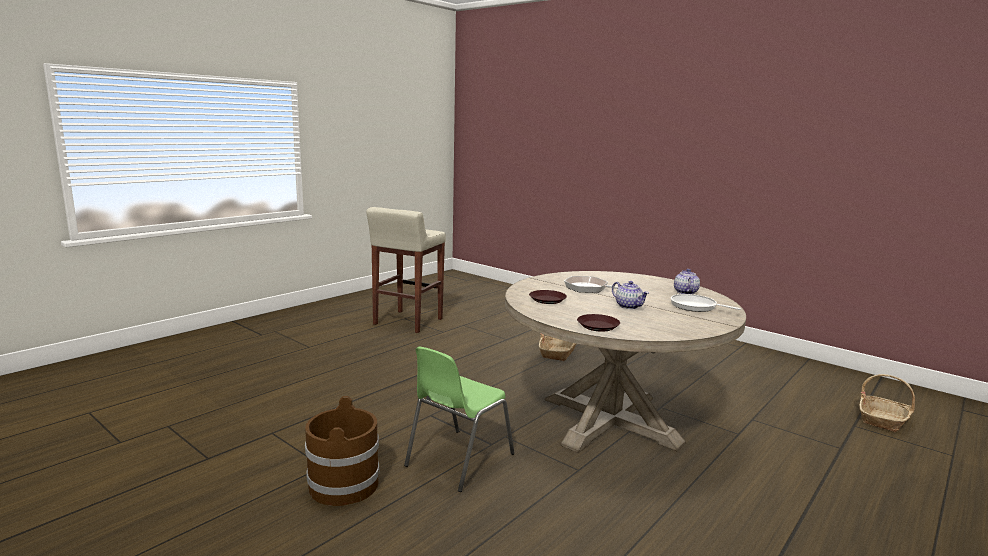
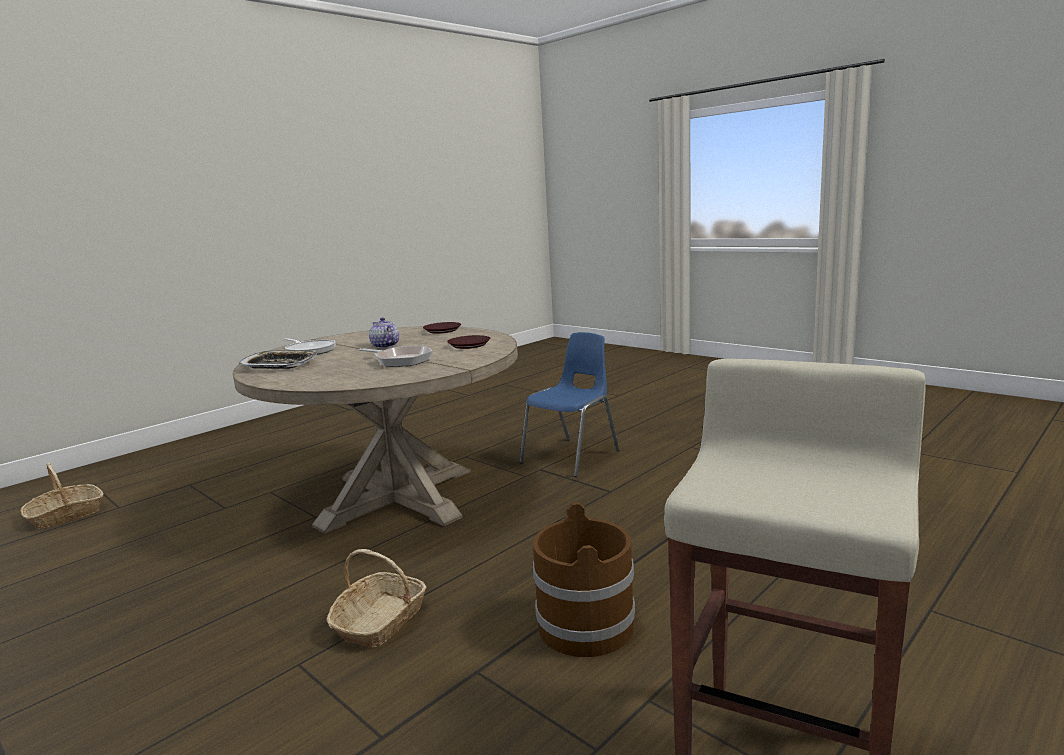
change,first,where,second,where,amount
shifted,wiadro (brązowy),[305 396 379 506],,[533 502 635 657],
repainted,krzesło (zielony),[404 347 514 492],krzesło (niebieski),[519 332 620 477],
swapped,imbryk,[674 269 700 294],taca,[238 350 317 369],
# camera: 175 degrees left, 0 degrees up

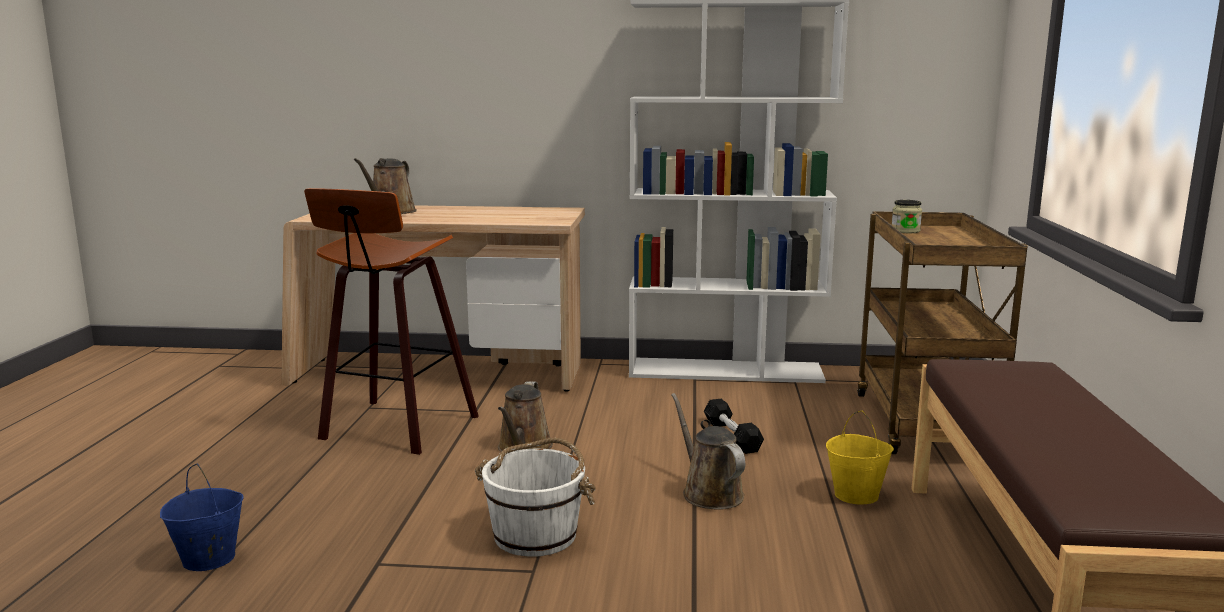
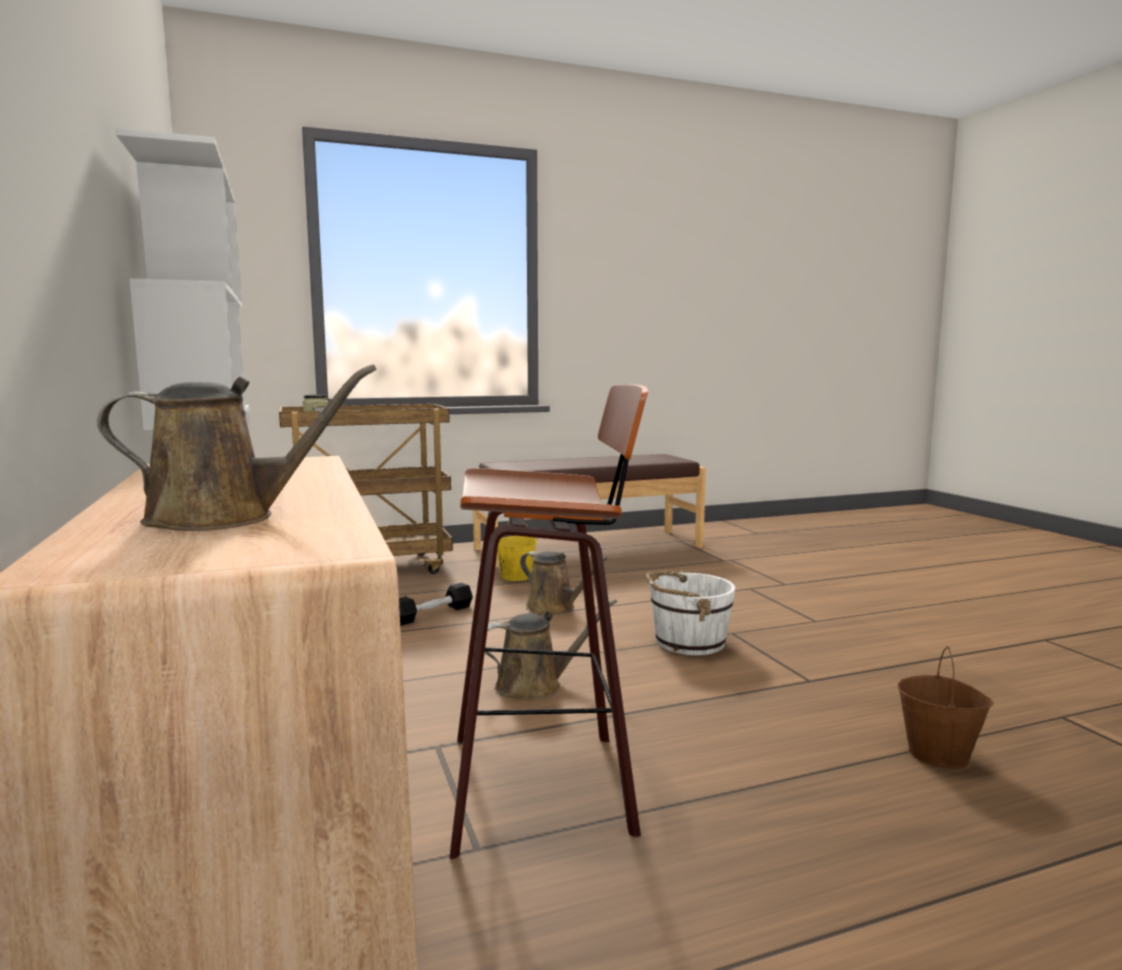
change,first,where,second,where,amount
repainted,wiadro (niebieski),[160 464 244 571],wiadro (brązowy),[897 646 994 769],
rotated,konewka (brązowy),[671 393 745 509],,[520 551 607 615],90 degrees counterclockwise
# camera: 115 degrees left, 5 degrees down

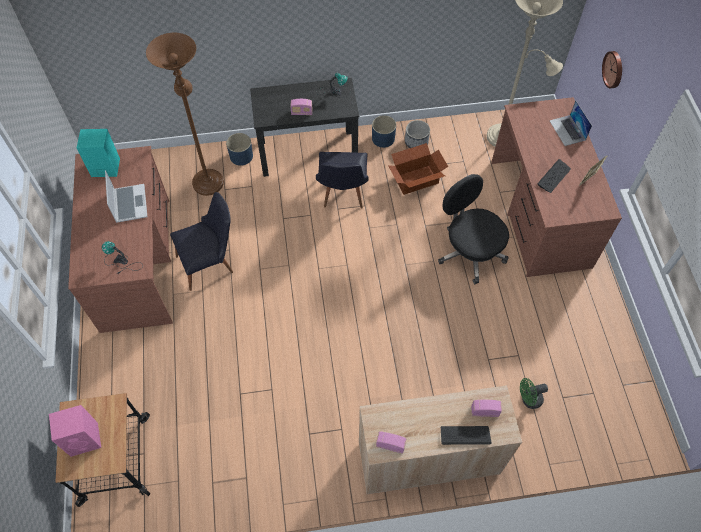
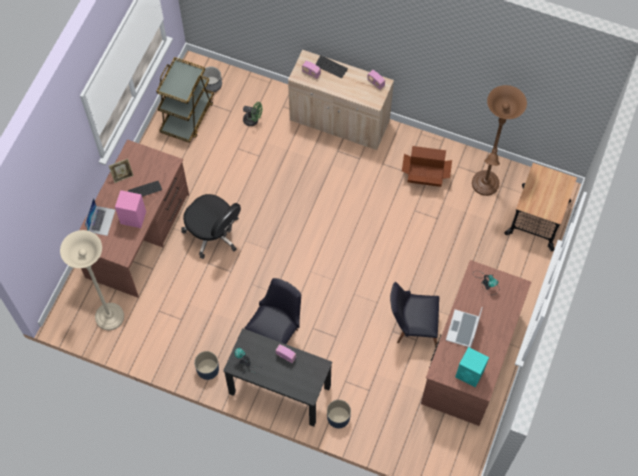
change,first,where,second,where,amount
shifted,głośnik (różowy),[49 405 101 457],,[115 190 146 228],
shifted,lampa stojąca (brązowy),[146 33 224 196],,[472 85 527 196],
shifted,karton,[388 143 448 195],,[402 146 452 187],
shifted,donica,[405 120 430 148],,[202 66 222 93],
rotated,krzesło biurowe (czarny),[438 174 509 284],,[181 194 241 259],45 degrees counterclockwise
gone,zegar ścienny,[602 51 622 88],,,
new,,,wózek (brązowy),[156 57 214 143],
# camera: 150 degrees left, 5 degrees up

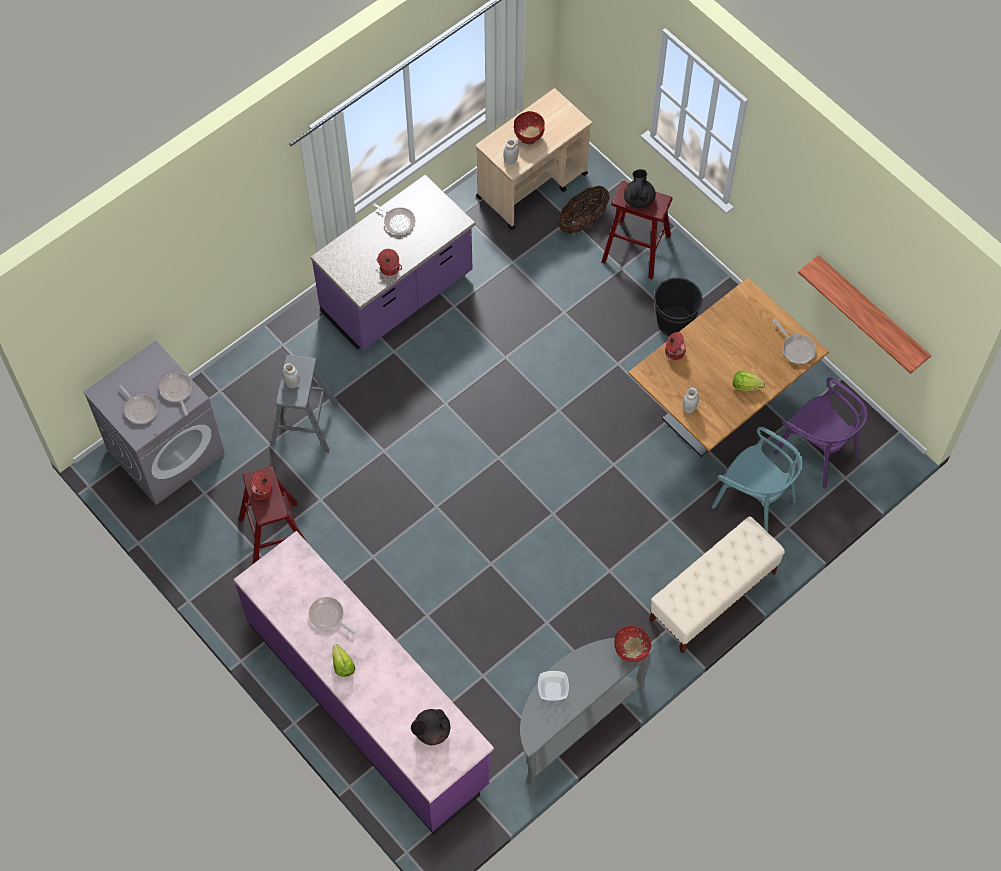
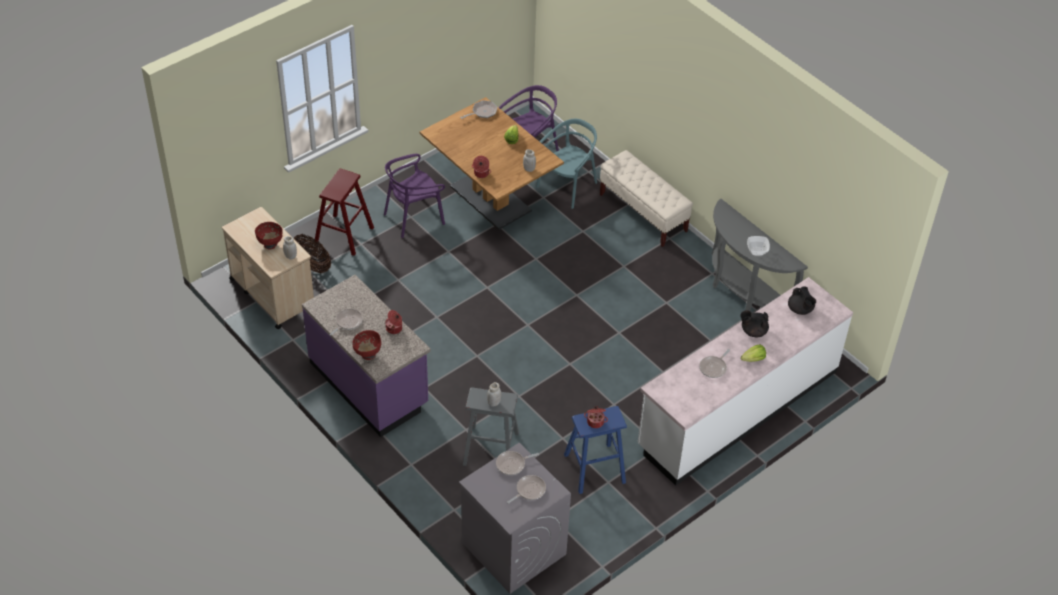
change,first,where,second,where,amount
repainted,zabudowa kuchenna (fioletowy),[234 531 494 835],zabudowa kuchenna (biały),[638 277 853 485],
repainted,stołek (czerwony),[239 466 308 564],stołek (niebieski),[564 406 627 494],
shifted,miska (czerwony),[614 626 651 662],,[353 330 381 360],
shifted,imbryk (czarny),[624 169 656 208],,[740 310 769 337],
swapped,wiadro (czarny),[654 277 703 336],krzesło (fioletowy),[384 154 445 238],
gone,półka,[798 255 931 374],,,
# camera: 90 degrees left, 15 degrees down

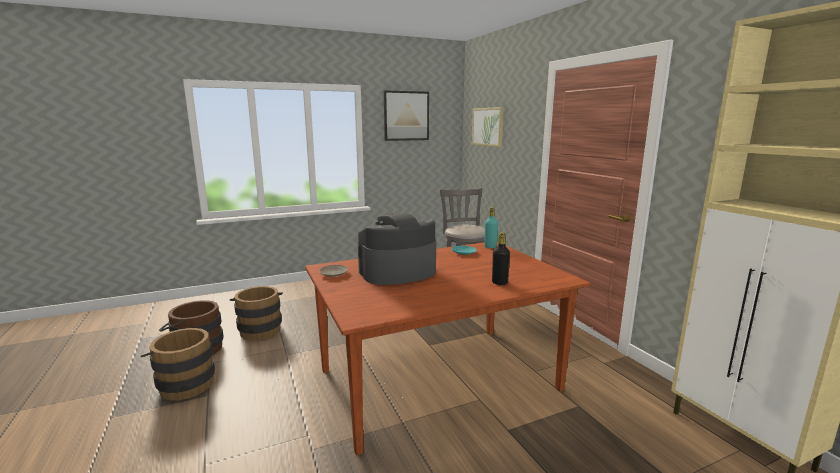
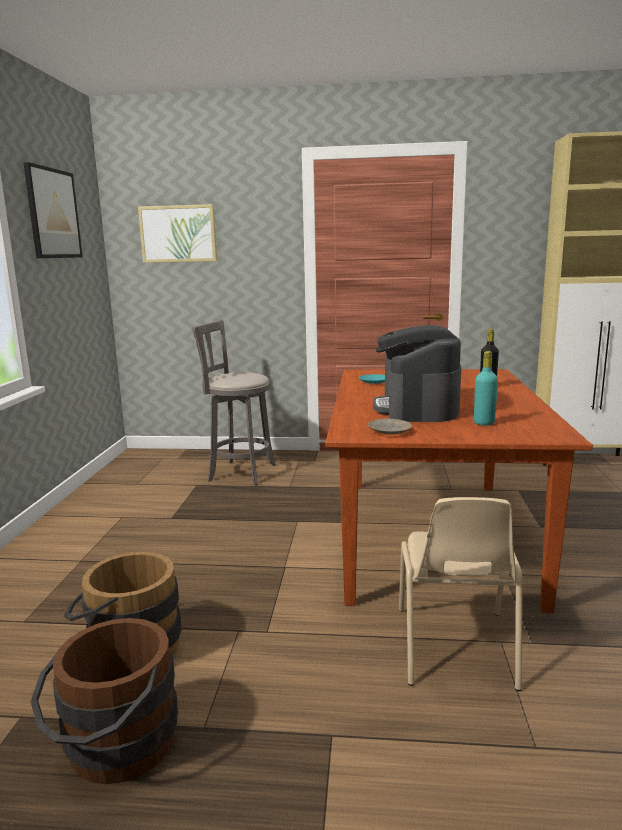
change,first,where,second,where,amount
gone,wiadro (brązowy),[141 328 215 401],,,
shifted,butelka (turkusowy),[484 207 498 248],,[474 351 498 425],
new,,,krzesło (beżowy),[399 497 522 691],
# camera: 60 degrees left, 0 degrees up

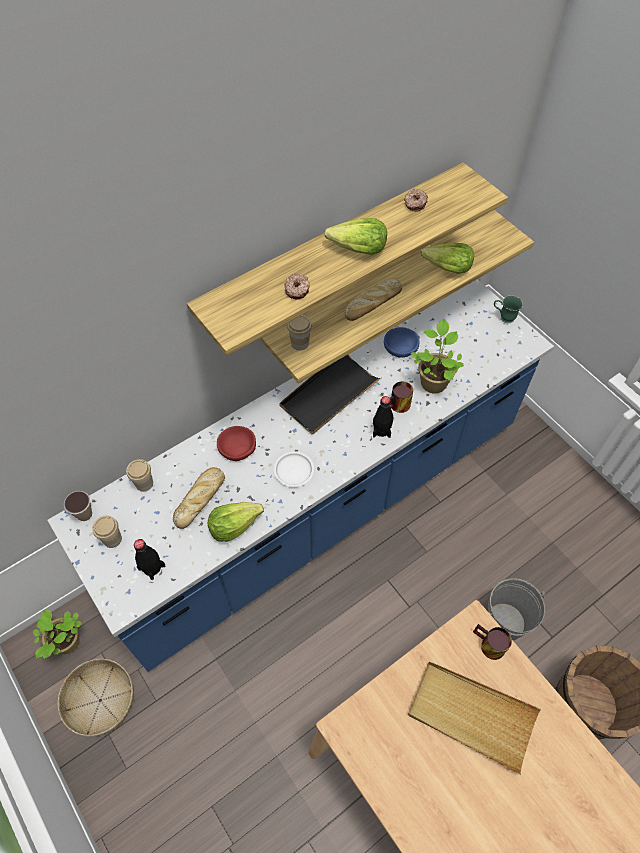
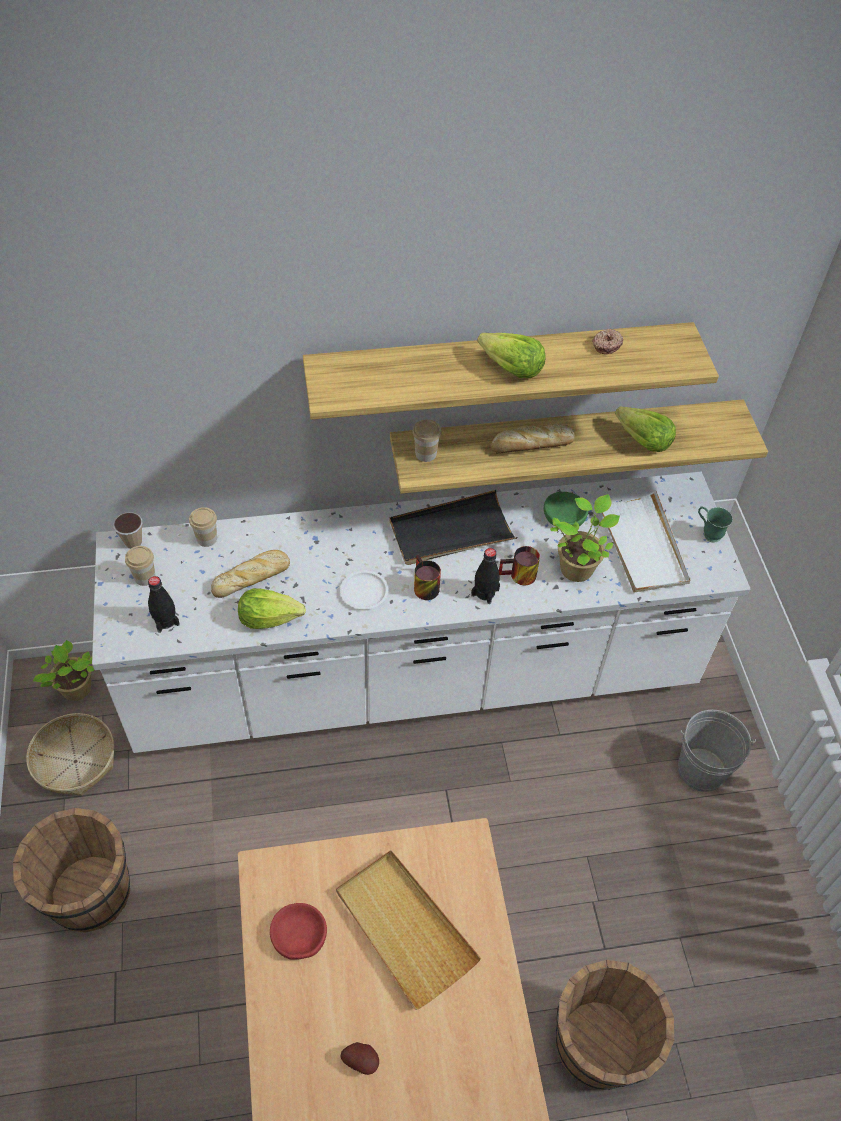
change,first,where,second,where,amount
repainted,zabudowa kuchenna (niebieski),[47 279 554 672],zabudowa kuchenna (biały),[92 472 751 753],
shifted,miska (czerwony),[217 426 256 461],,[270 903 327 960],
gone,donut,[284 273 310 299],,,
repainted,miska (niebieski),[384 327 419 358],miska (zielony),[544 492 588 526],
shifted,kubek,[473 624 512 660],,[414 554 441 600],
shifted,wiadro (szary),[487 578 545 641],,[678 710 756 792],
new,,,wiadro (brązowy),[13 808 130 933],
new,,,ziemniak,[340 1042 379 1075],
new,,,taca (biały),[602 490 690 593],
# camera: 25 degrees right, 5 degrees down

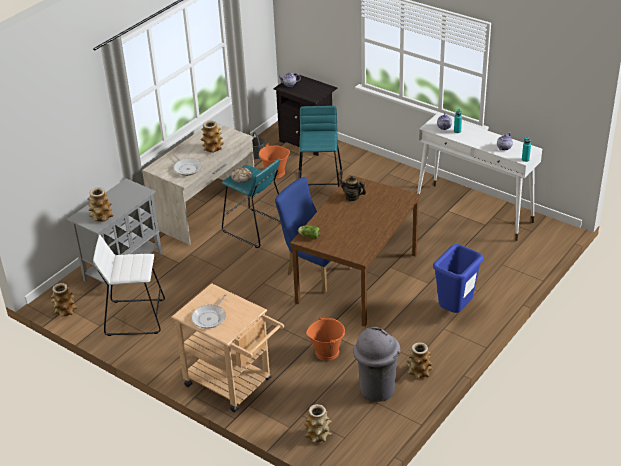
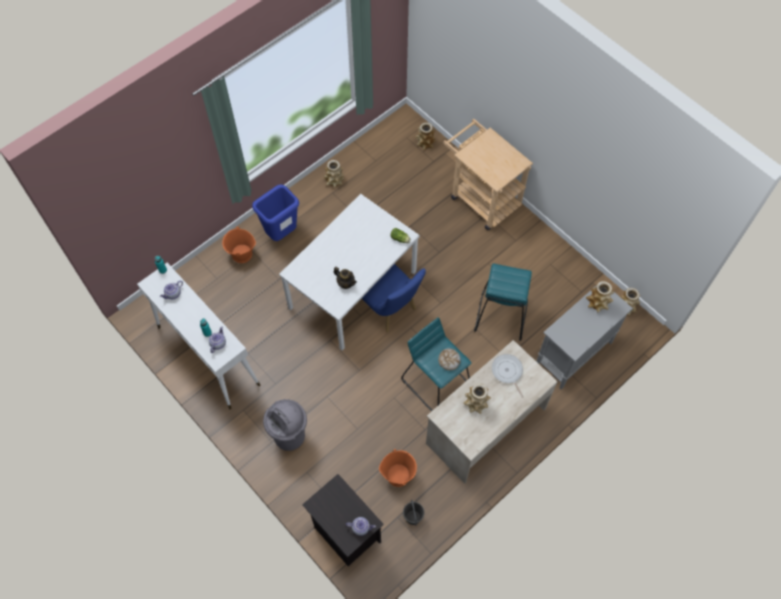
change,first,where,second,where,amount
gone,stołek (biały),[93 235 165 336],,,
gone,patelnia,[191 294 226 329],,,
repainted,stół jadalny (brązowy),[290 175 420 327],stół jadalny (biały),[279 194 420 351],
shifted,stołek (turkusowy),[298 106 343 187],,[474 264 532 341],
shifted,wiadro (pomarańczowy),[306 316 345 361],,[222 227 256 263],
shifted,kosz na śmieci (szary),[353 327 401 402],,[263 399 307 451],
# camera: 170 degrees left, 25 degrees up

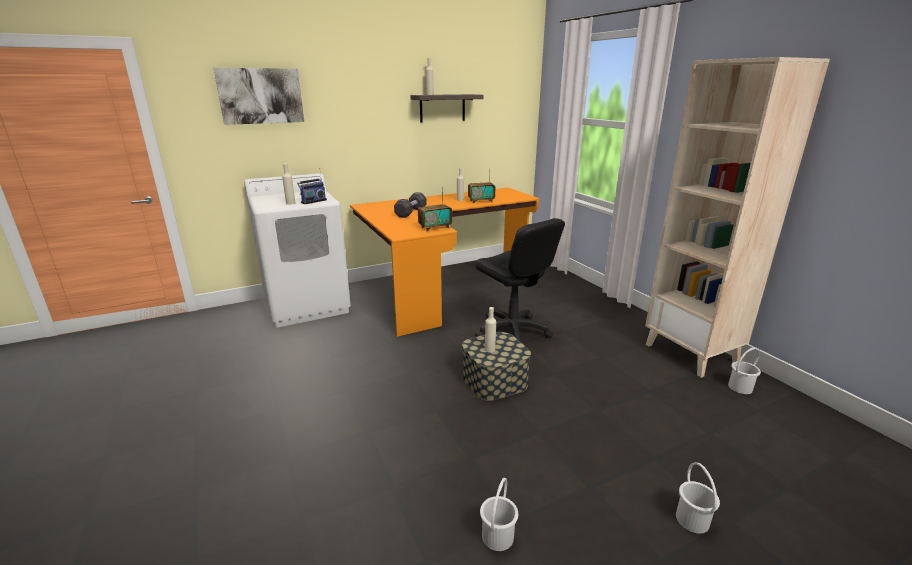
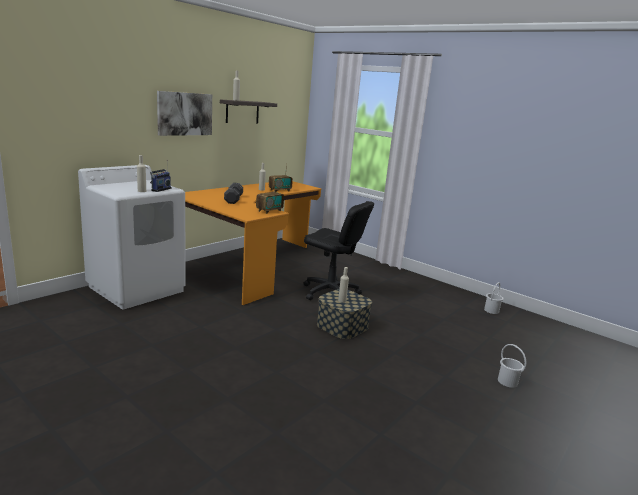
change,first,where,second,where,amount
shifted,obraz,[214 68 304 125],,[157 91 212 136],
gone,wiadro (biały),[480 478 518 551],,,
gone,regał (beżowy),[645 57 830 378],,,
# camera: 25 degrees left, 5 degrees down

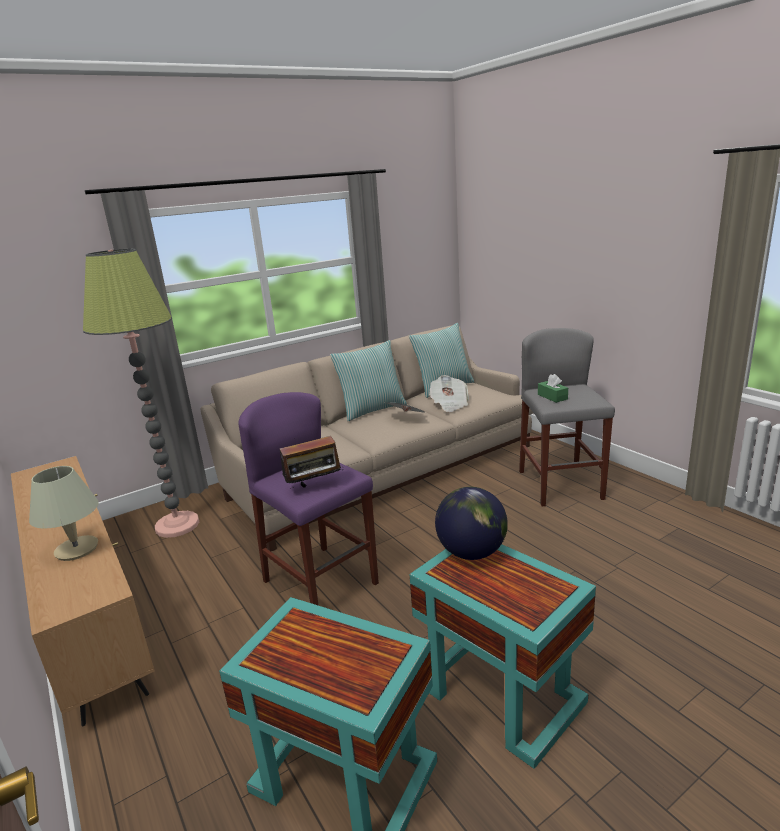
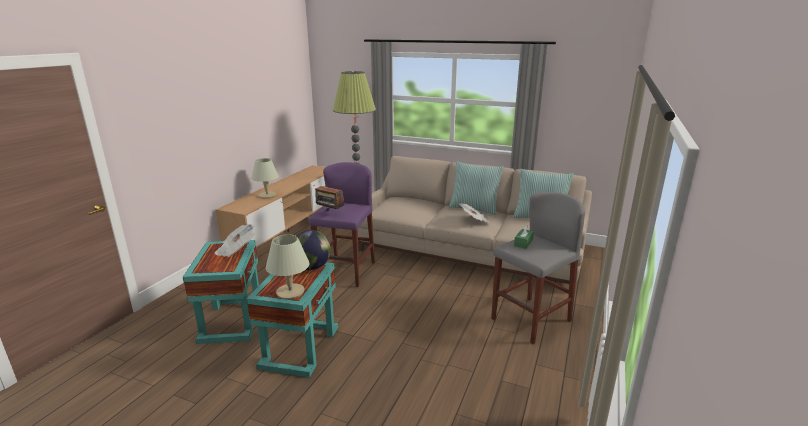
change,first,where,second,where,amount
shifted,gazeta,[429 375 469 412],,[215 224 254 257],
new,,,lampa stołowa (beżowy),[266 234 310 299],
# camera: 55 degrees right, 0 degrees up

